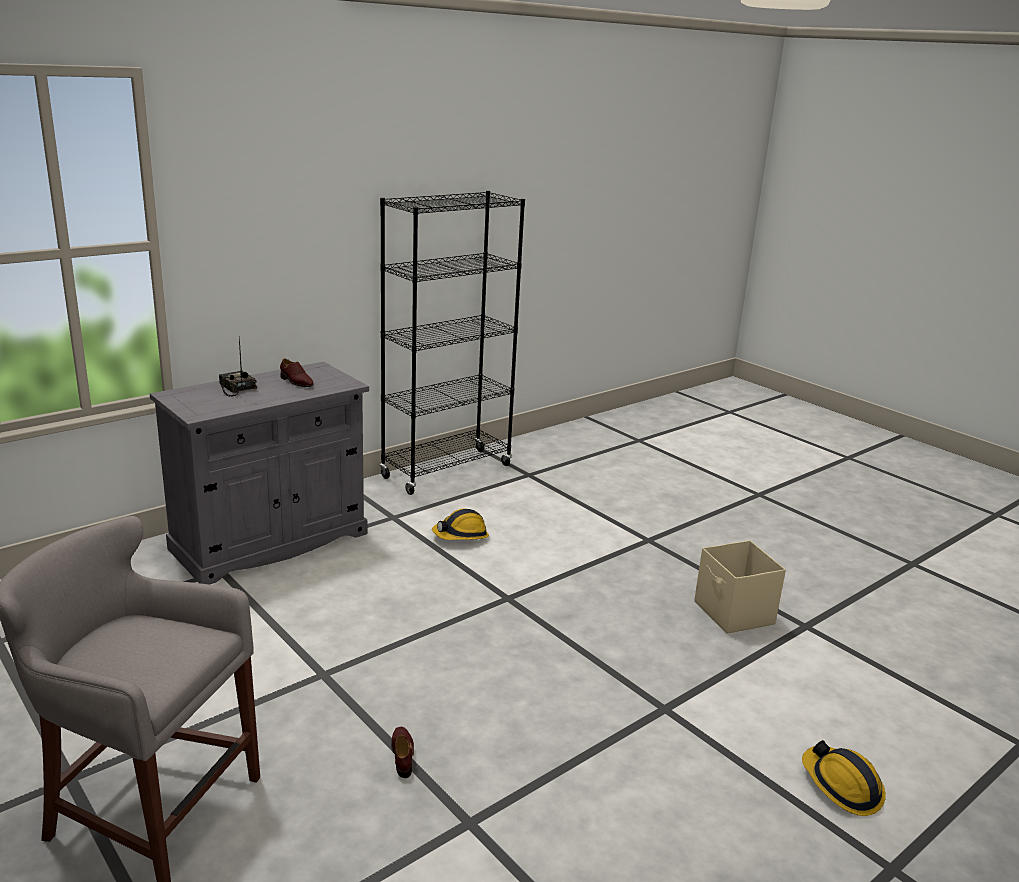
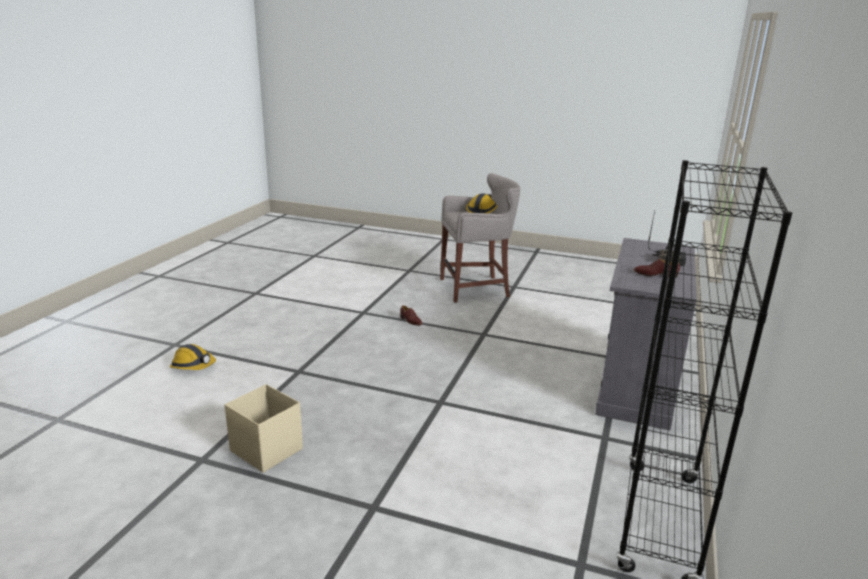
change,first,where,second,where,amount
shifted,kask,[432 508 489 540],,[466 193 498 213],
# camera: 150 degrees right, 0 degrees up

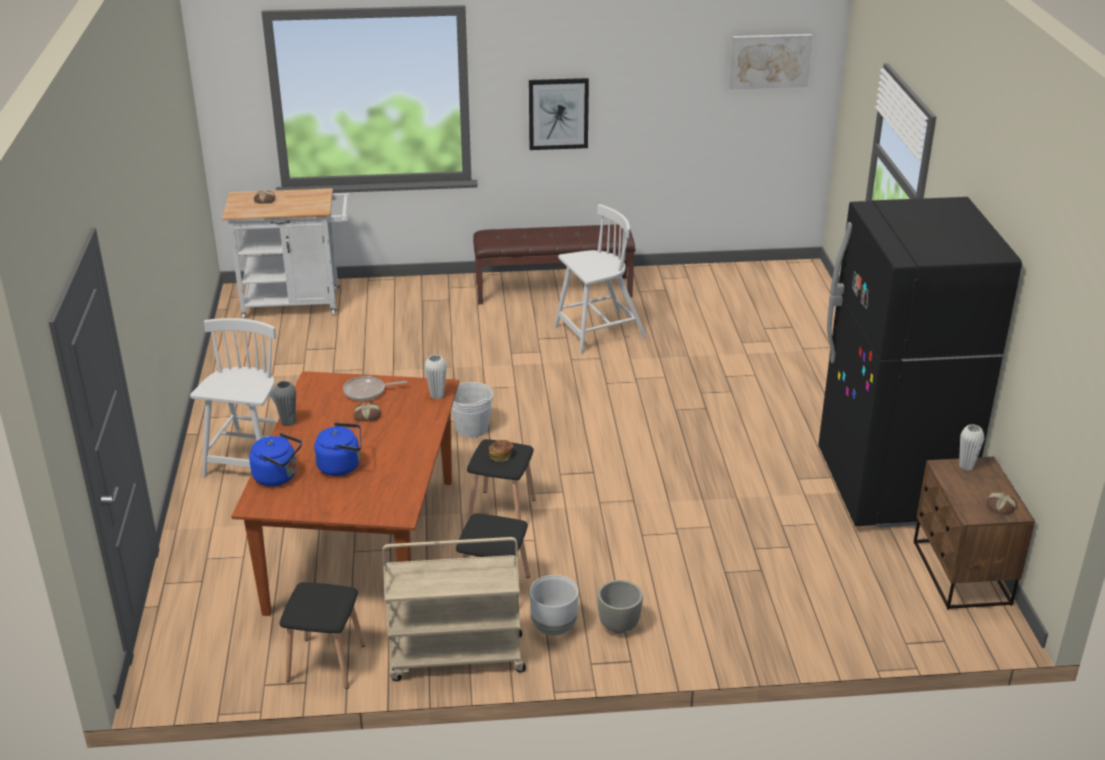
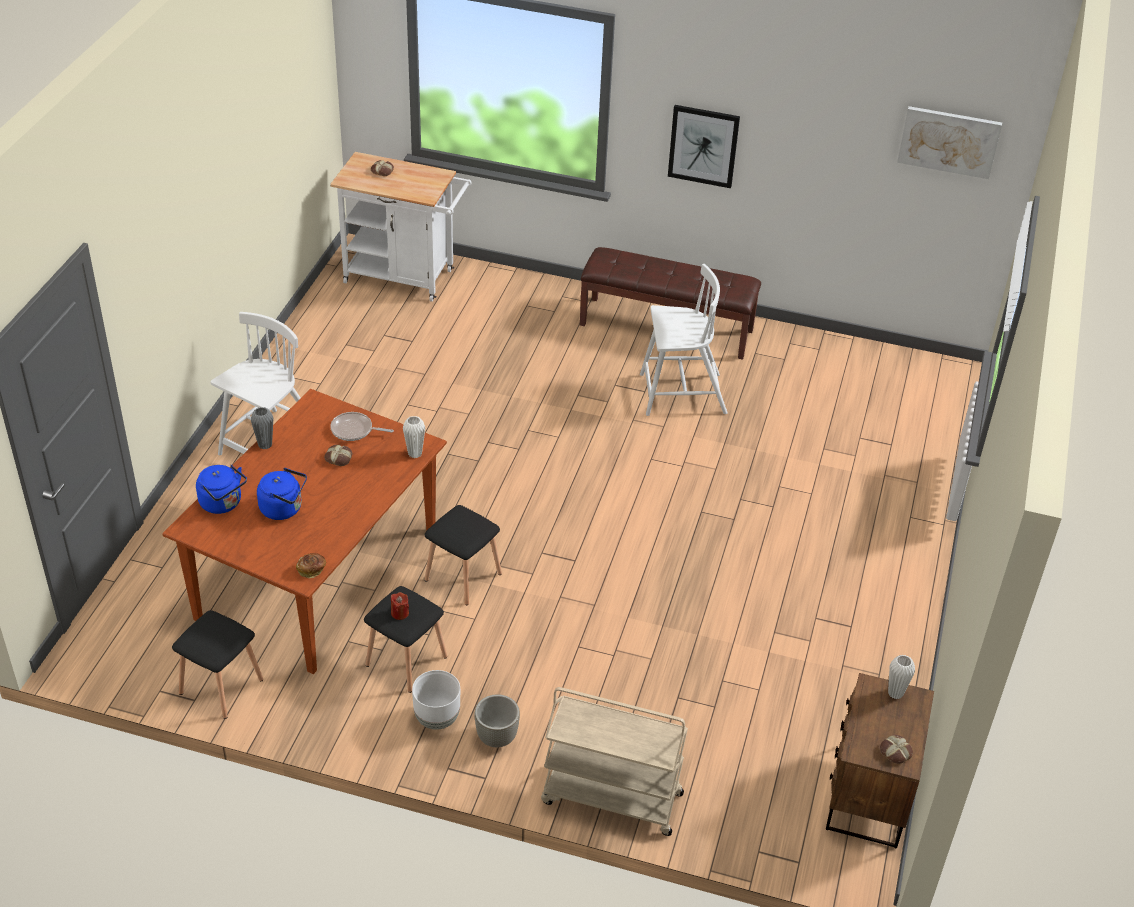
change,first,where,second,where,amount
shifted,wózek (beżowy),[382 537 526 681],,[541 687 688 836],
gone,wiadro (biały),[451 382 493 438],,,
shifted,chleb,[489 440 514 461],,[296 553 326 578],
gone,lodówka (czarny),[818 197 1022 527],,,
new,,,świeca (czerwony),[391 592 409 620],
# camera: 20 degrees right, 10 degrees up

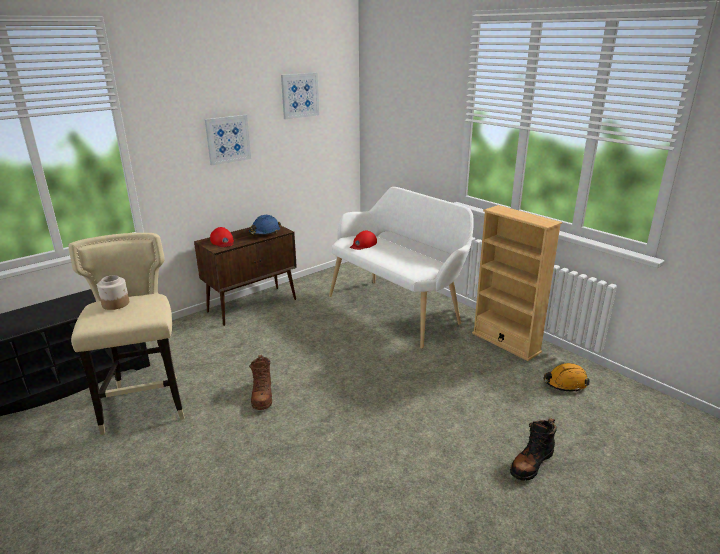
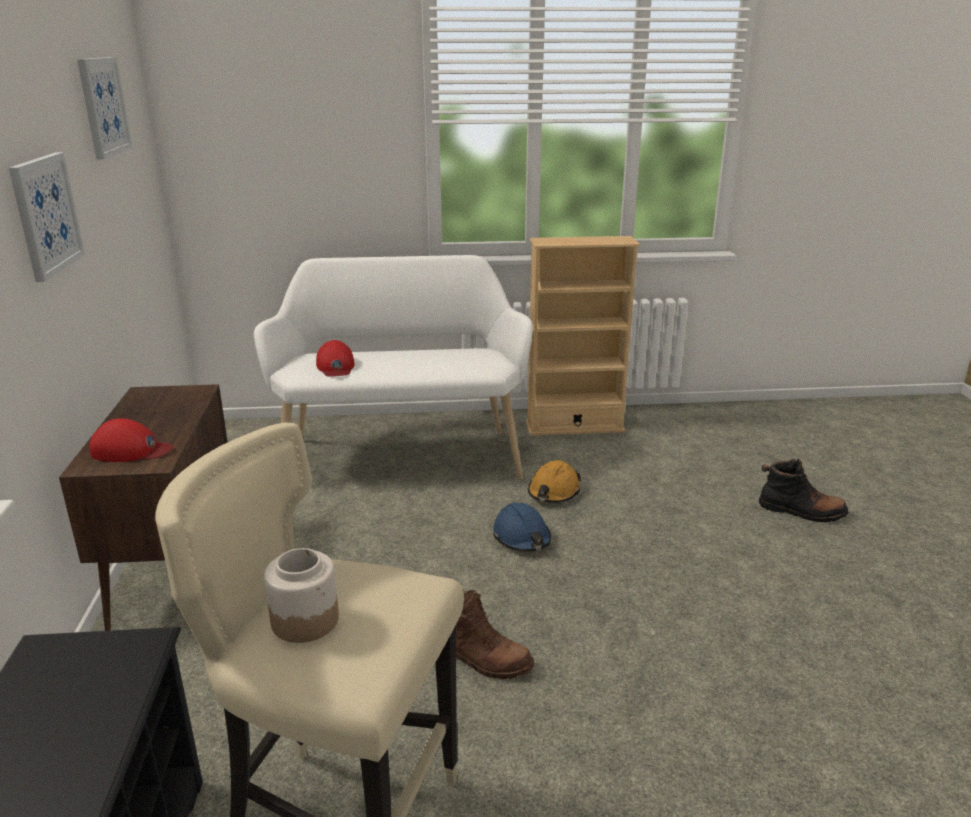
change,first,where,second,where,amount
shifted,kask (niebieski),[249 215 281 235],,[493 502 551 552],
rotated,but z cholewką (czarny),[510 418 557 481],,[759 459 848 522],60 degrees counterclockwise
shifted,kask (pomarańczowy),[543 363 589 392],,[528 460 581 503],
# camera: 55 degrees left, 0 degrees up

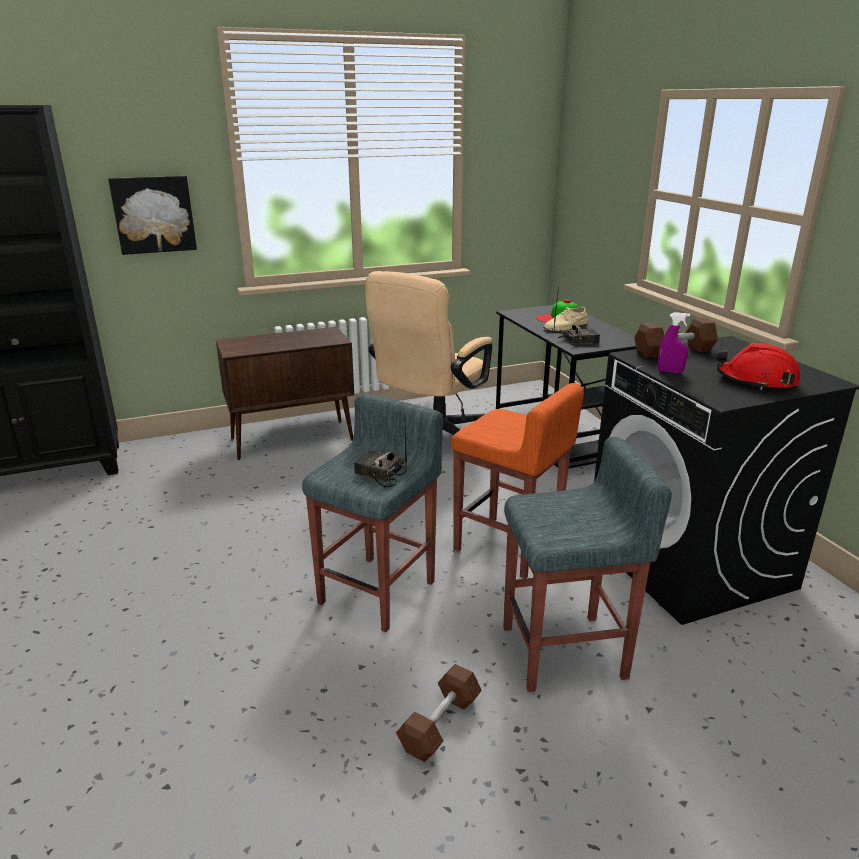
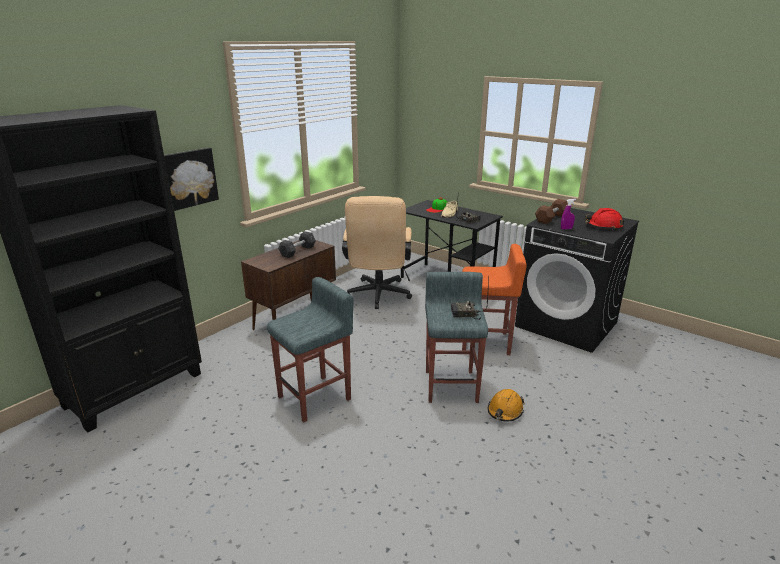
change,first,where,second,where,amount
gone,hantel (brązowy),[396 664 482 762],,,
shifted,stołek (szary),[503 437 672 692],,[267 277 353 422],
new,,,hantel (szary),[278 231 316 258],
new,,,kask (pomarańczowy),[488 389 525 422],
# camera: 30 degrees left, 0 degrees up

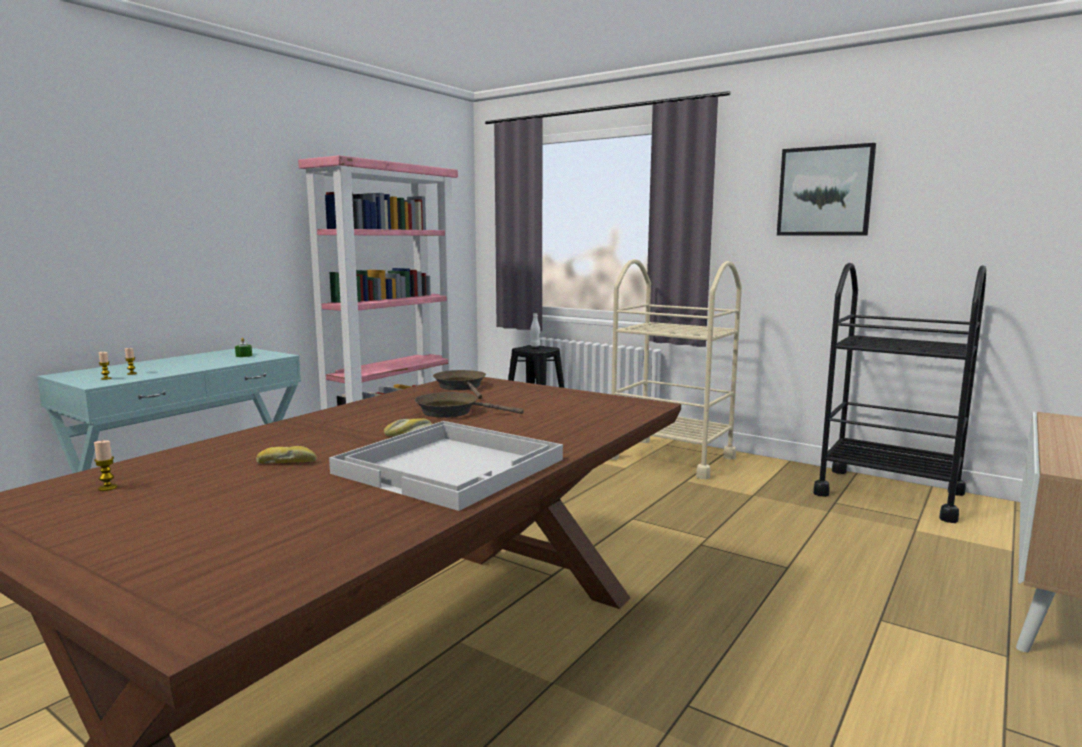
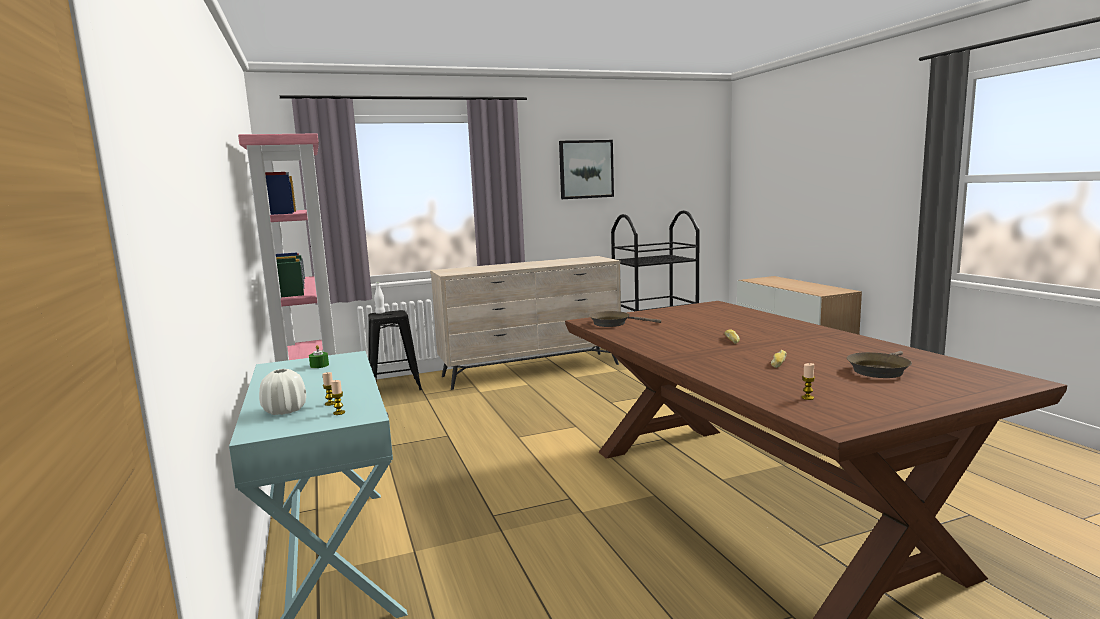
change,first,where,second,where,amount
gone,taca (biały),[329 421 563 511],,,
shifted,patelnia (brązowy),[415 392 523 418],,[847 351 912 378],
swapped,wózek (beżowy),[610 259 742 479],komoda (beżowy),[430 256 621 390],
new,,,wazon (biały),[259 369 306 415],
# camera: 55 degrees left, 0 degrees up

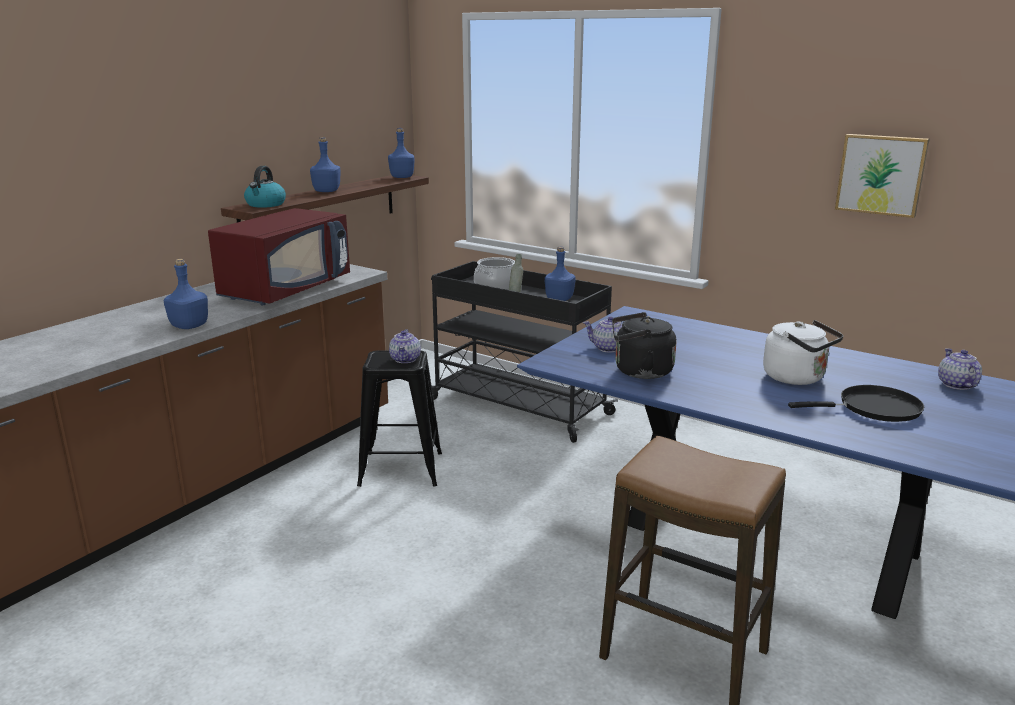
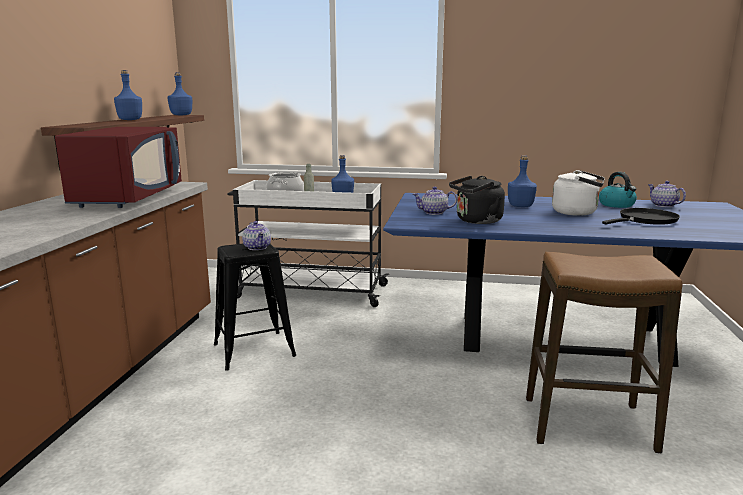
change,first,where,second,where,amount
shifted,butelka (niebieski),[163 259 208 329],,[508 155 537 207],
shifted,czajnik,[244 166 286 208],,[599 172 637 208],
repainted,wózek (czarny),[431 261 618 443],wózek (biały),[227 180 389 307],
gone,obraz,[835 134 930 218],,,
# camera: 25 degrees left, 5 degrees down

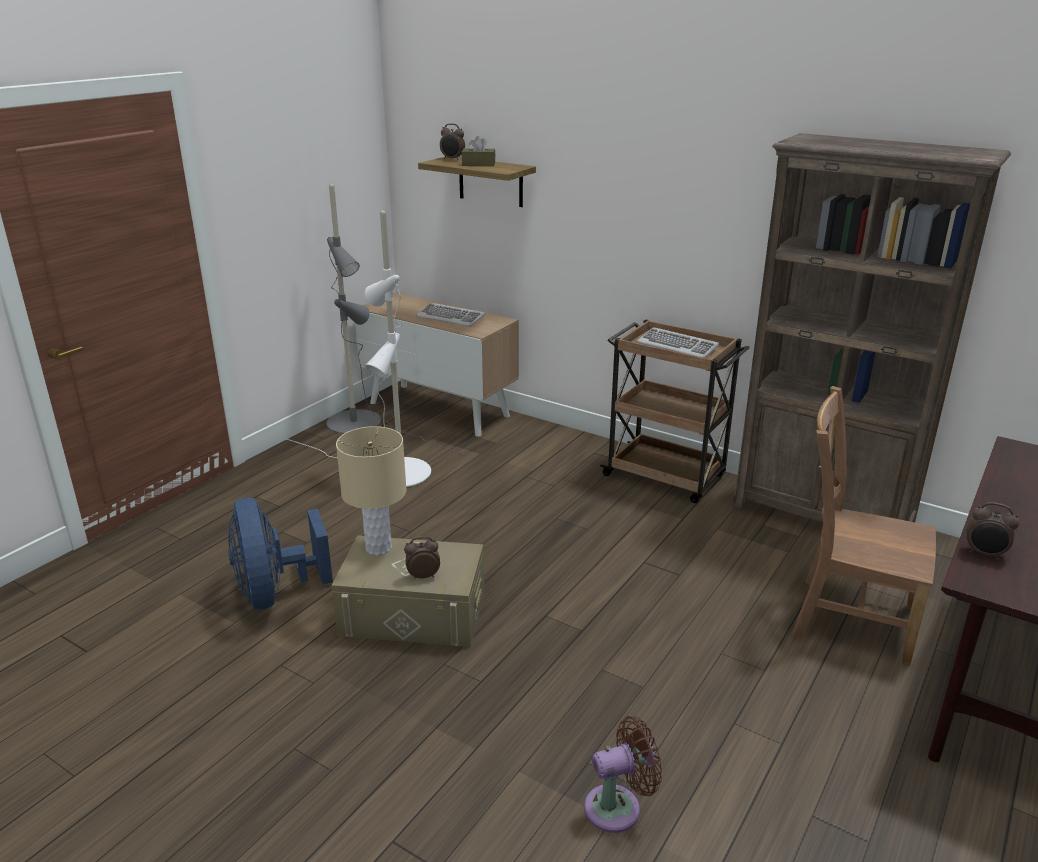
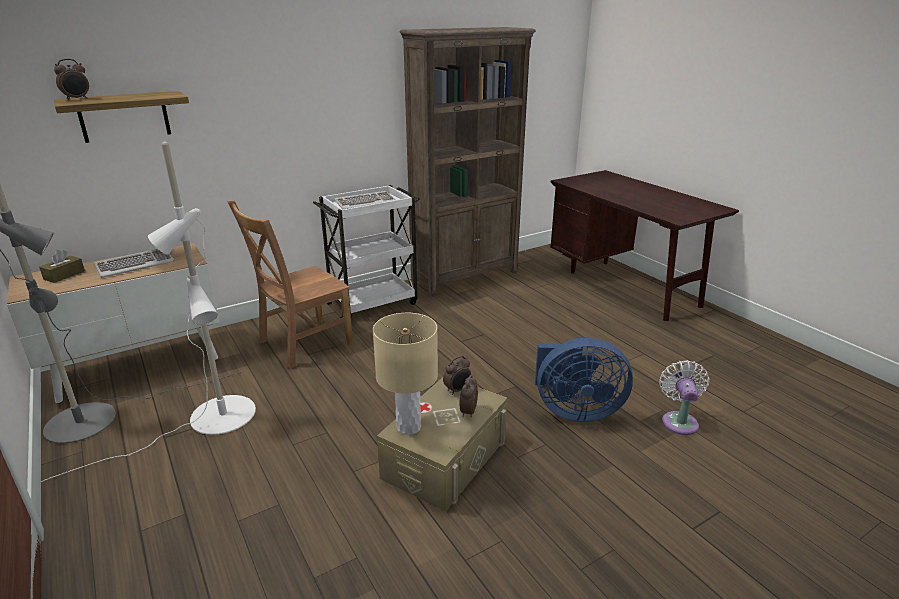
change,first,where,second,where,amount
shifted,wentylator (niebieski),[228 498 333 610],,[535 338 633 422],
shifted,pudełko chusteczek (brązowy),[462 136 496 166],,[39 250 85 283],
repainted,wentylator (brązowy),[584 716 662 833],wentylator (biały),[659 360 709 435],
repainted,wózek (brązowy),[600 319 749 503],wózek (biały),[313 185 420 318],
shifted,krzesło (brązowy),[792 386 936 666],,[228 201 353 369],
shifted,budzik,[966 502 1020 560],,[443 356 471 395],
# camera: 65 degrees left, 0 degrees up

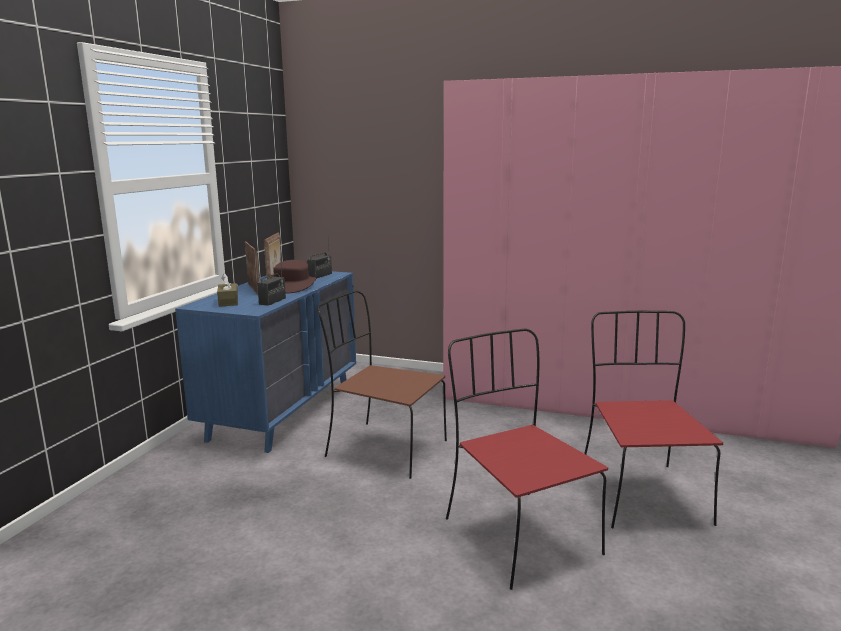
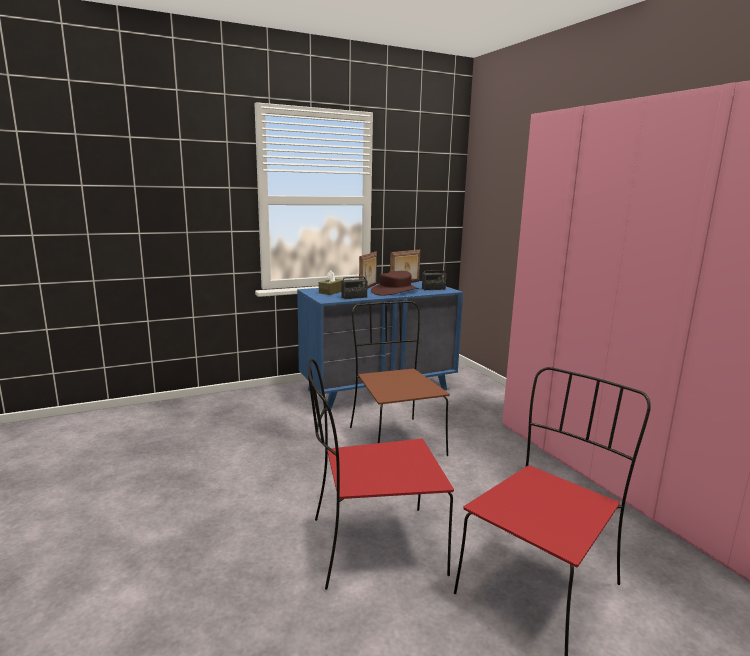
change,first,where,second,where,amount
rotated,krzesło (czerwony),[446 329 608 590],,[308 359 454 590],120 degrees counterclockwise
# camera: 45 degrees right, 0 degrees up

